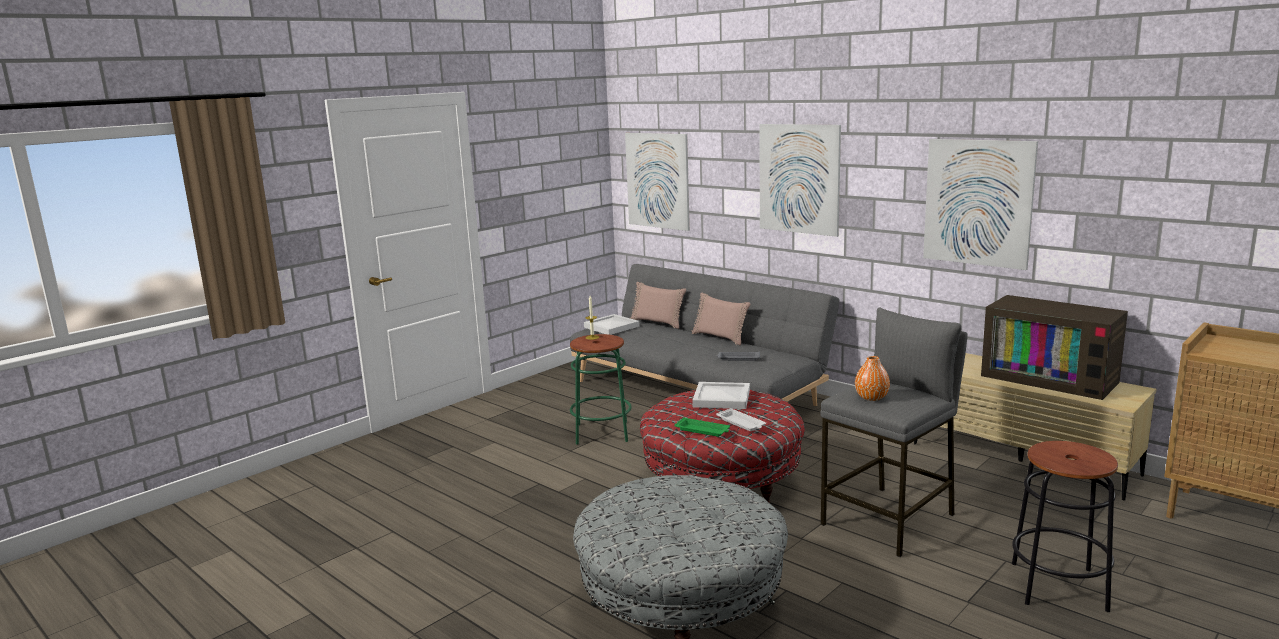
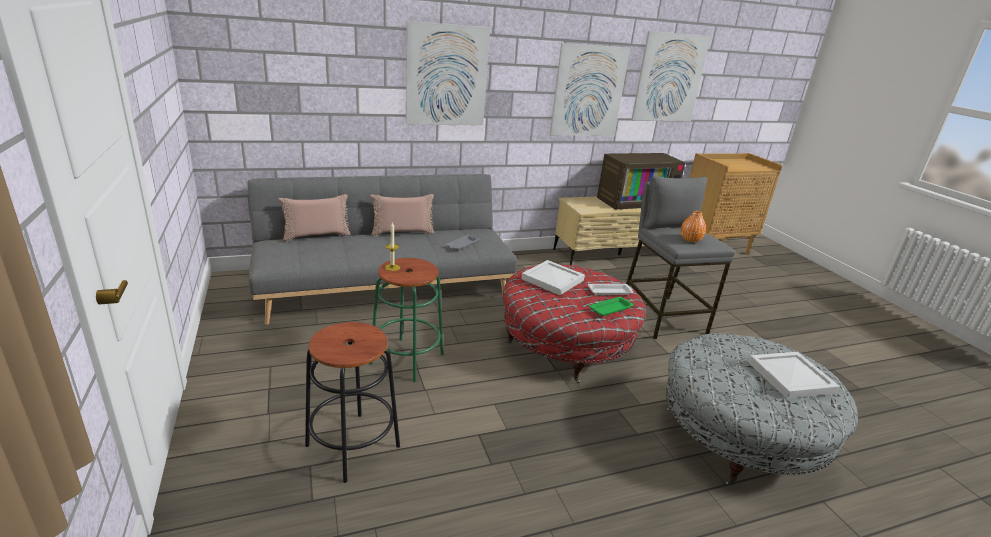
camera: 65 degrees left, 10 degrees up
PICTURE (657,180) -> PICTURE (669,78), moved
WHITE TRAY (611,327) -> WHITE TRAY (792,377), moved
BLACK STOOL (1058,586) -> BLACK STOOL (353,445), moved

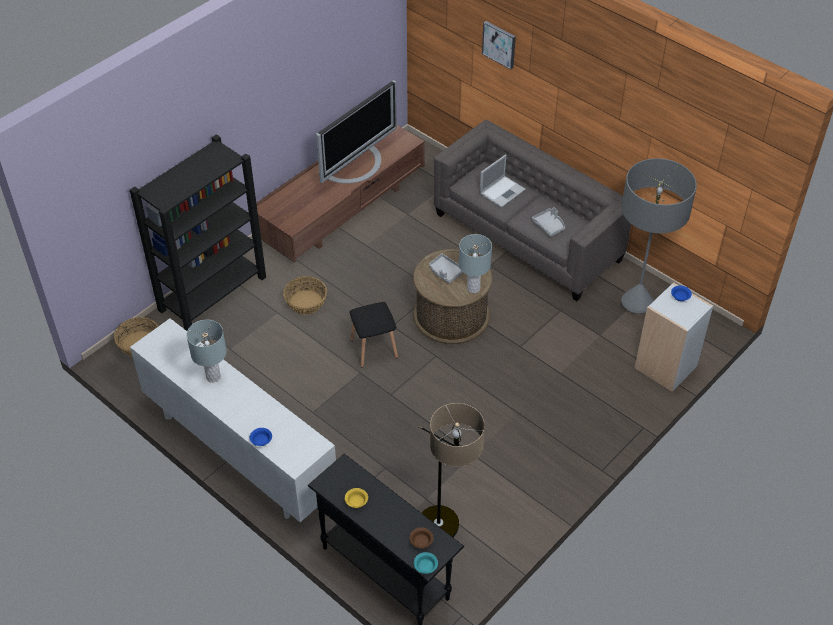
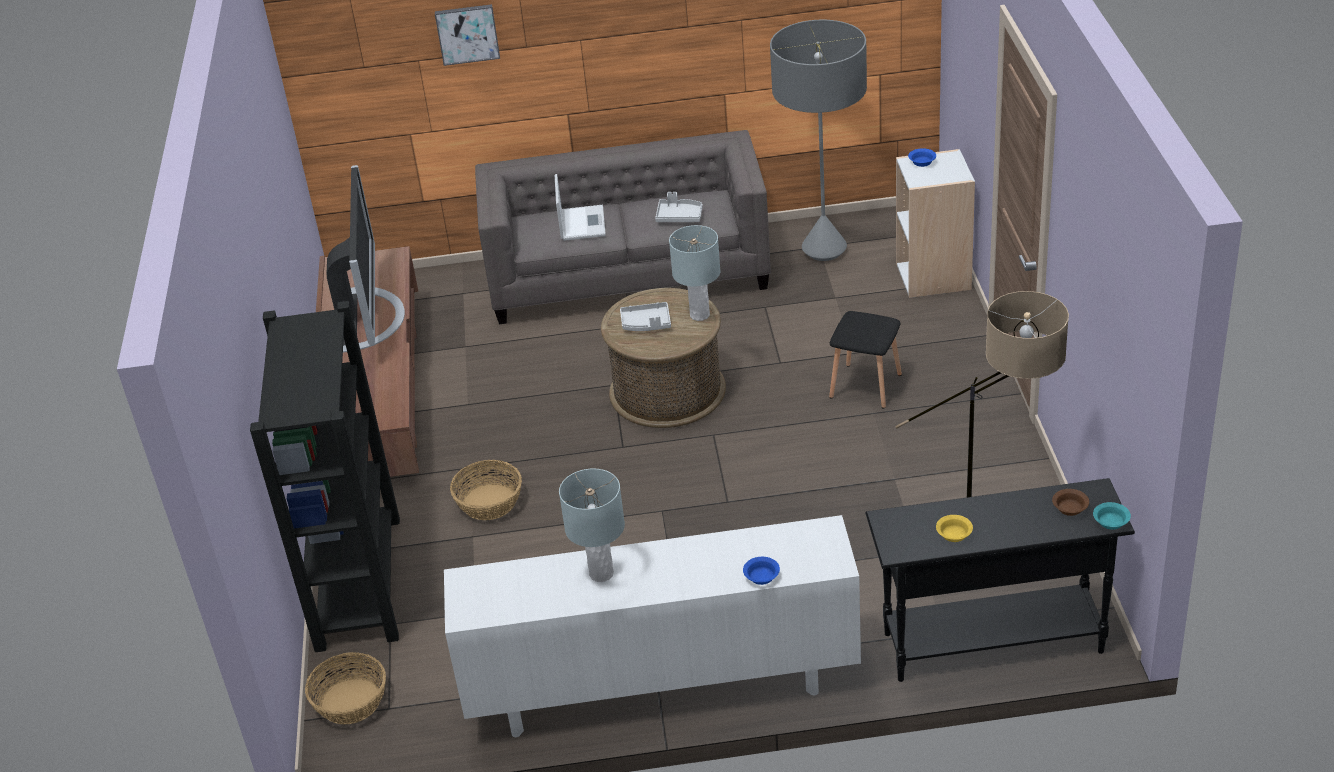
camera: 45 degrees left, 10 degrees down
BLACK STOOL (374,349) -> BLACK STOOL (867,385), moved

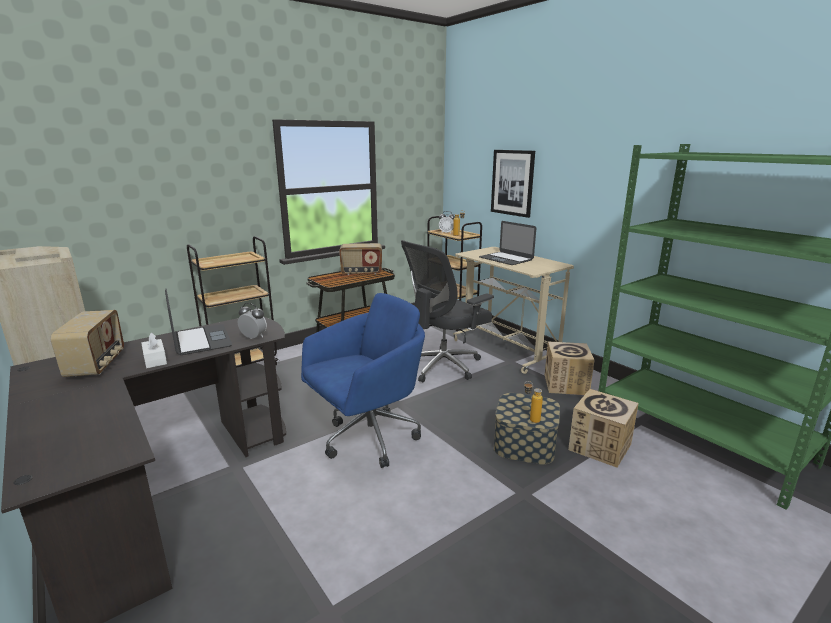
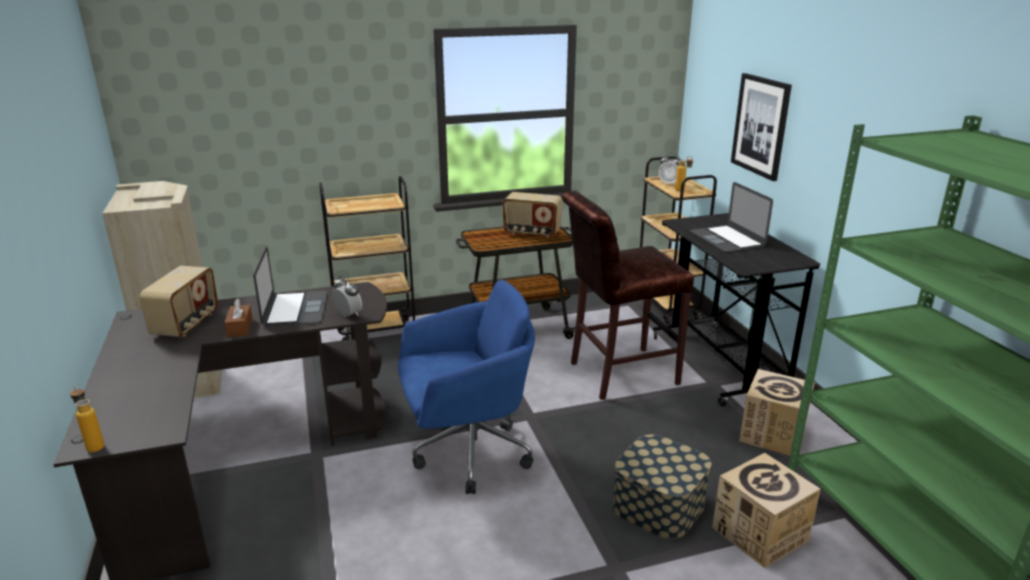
camera: 20 degrees right, 5 degrees up
OFFICE CHAIR (444,366) -> BROWN STOOL (617,374)
BEIGE DESK (506,349) -> BLACK DESK (719,364)
WHITE TISSUE BOX (155,360) -> BROWN TISSUE BOX (240,327)
BOTTLE (530,419) -> BOTTLE (93,445), moved

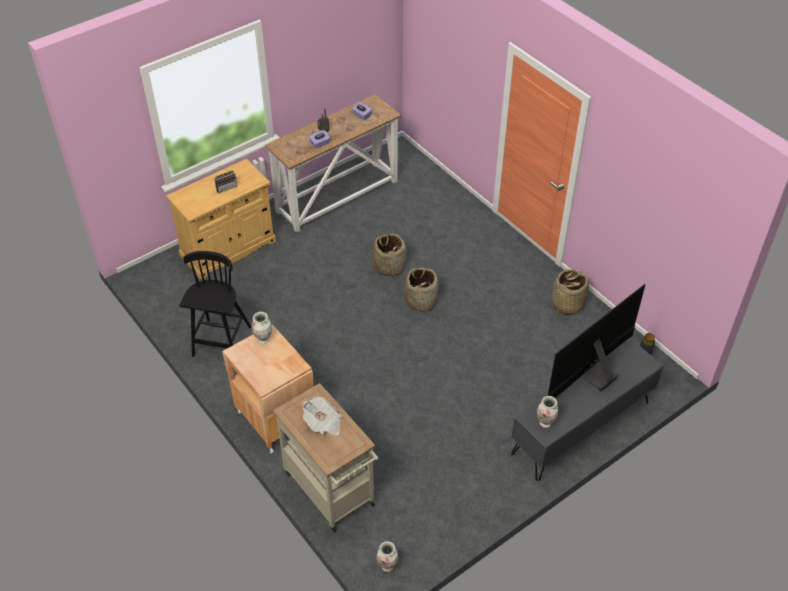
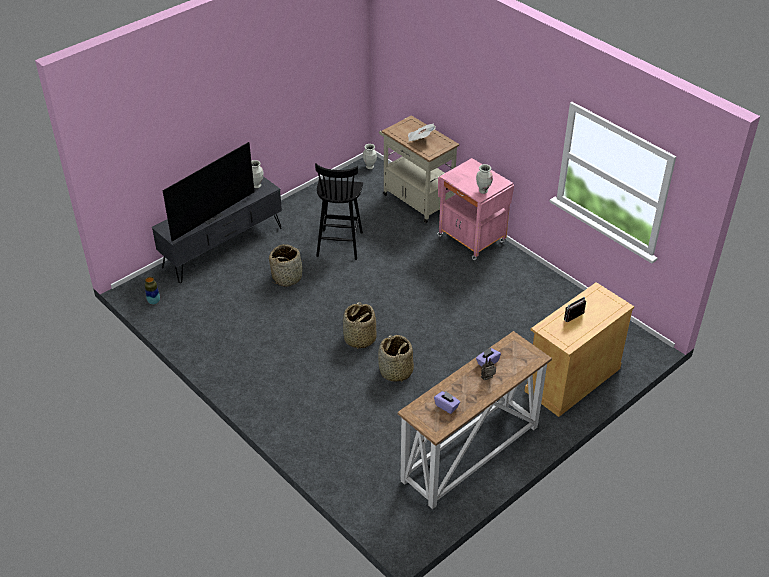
camera: 175 degrees right, 5 degrees down
BLACK STOOL (221,343) -> BLACK STOOL (340,243), moved
BASKET (567,304) -> BASKET (287,277), moved
BROWN CART (274,417) -> PINK CART (472,240)

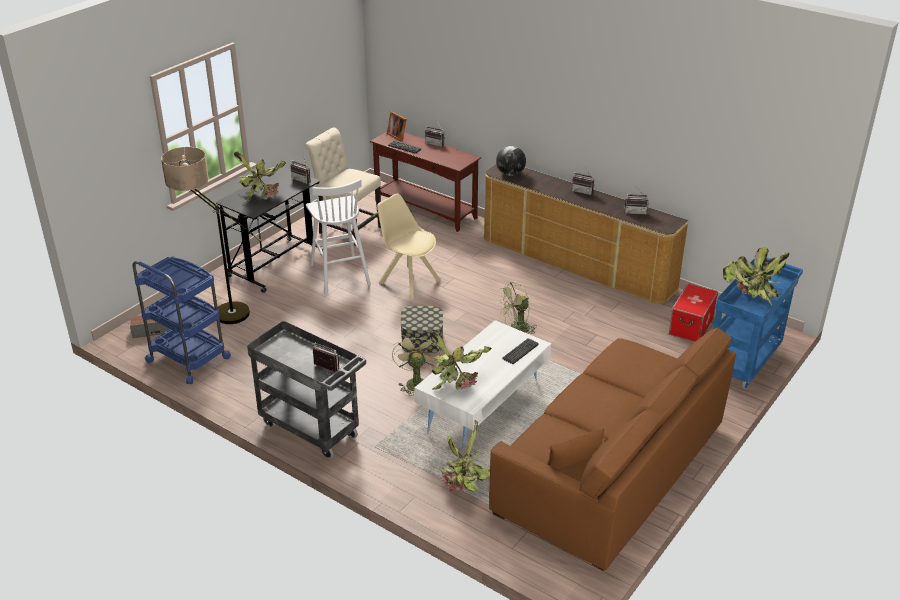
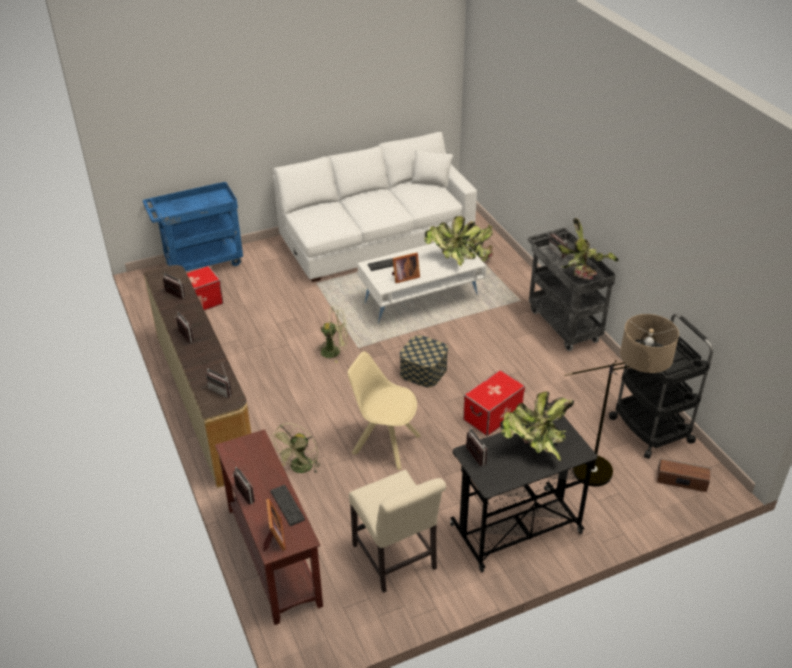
camera: 150 degrees left, 5 degrees up
GLOBE (510,174) -> RADIO (222,390)
WHITE STOOL (339,274) -> none
BEIGE CHAIR (408,281) -> BEIGE CHAIR (385,443), 135 degrees clockwise
POTTED PLANT (751,298) -> POTTED PLANT (586,273), moved
BLUE CART (189,359) -> BLACK CART (650,429)
BROWN SOFA (610,468) -> WHITE SOFA (376,239)
GREEN FAN (415,382) -> GREEN FAN (299,469), moved
none -> PICTURE FRAME (404,277)
none -> STORAGE BOX (492,415)

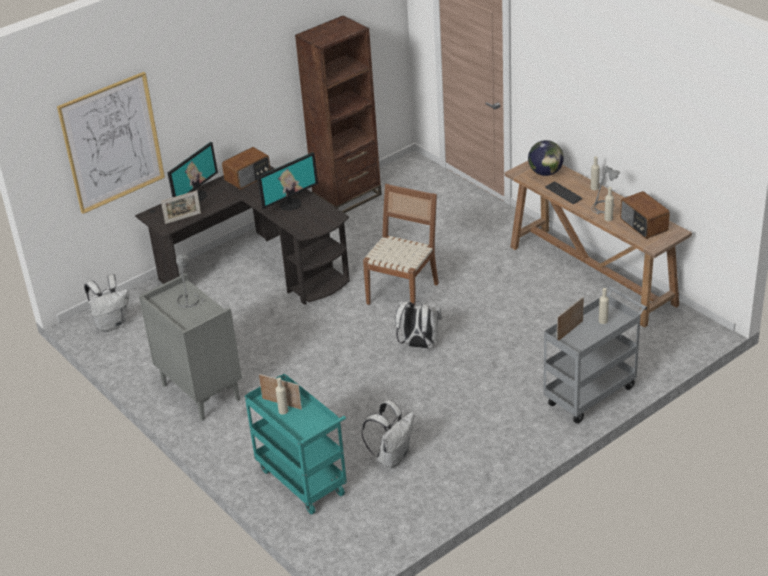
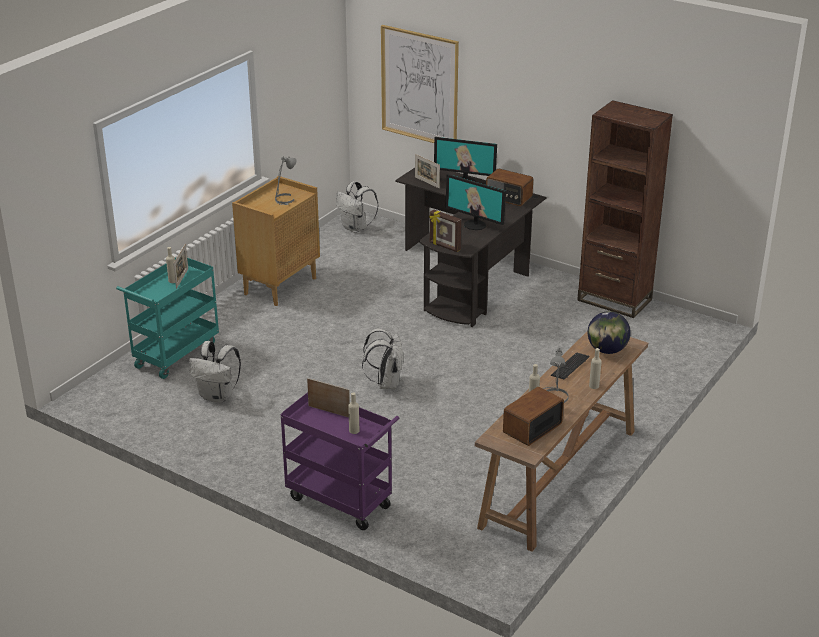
camera: 70 degrees right, 5 degrees down
CHAIR (404,292) -> none
GREY CABINET (200,392) -> BROWN CABINET (281,286)
GREY CART (592,395) -> PURPLE CART (341,504)
none -> PICTURE FRAME (444,246)

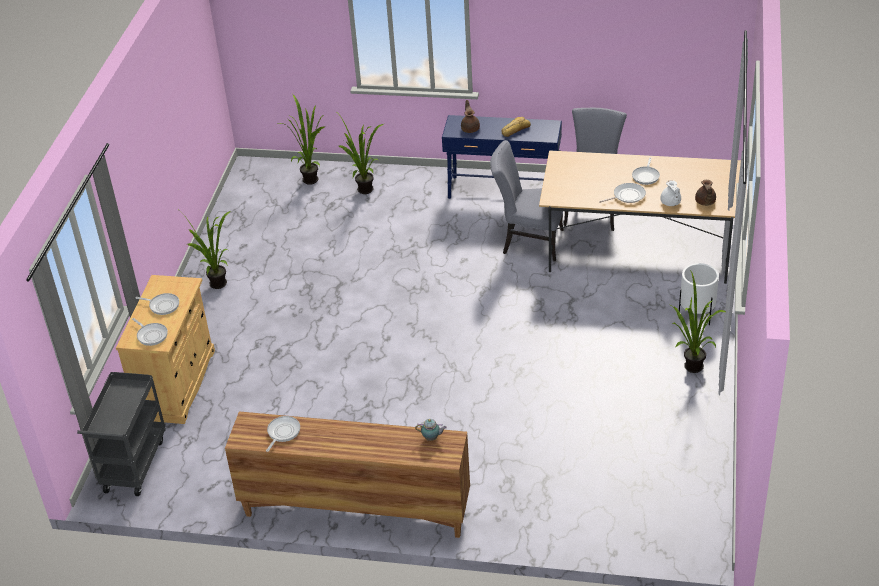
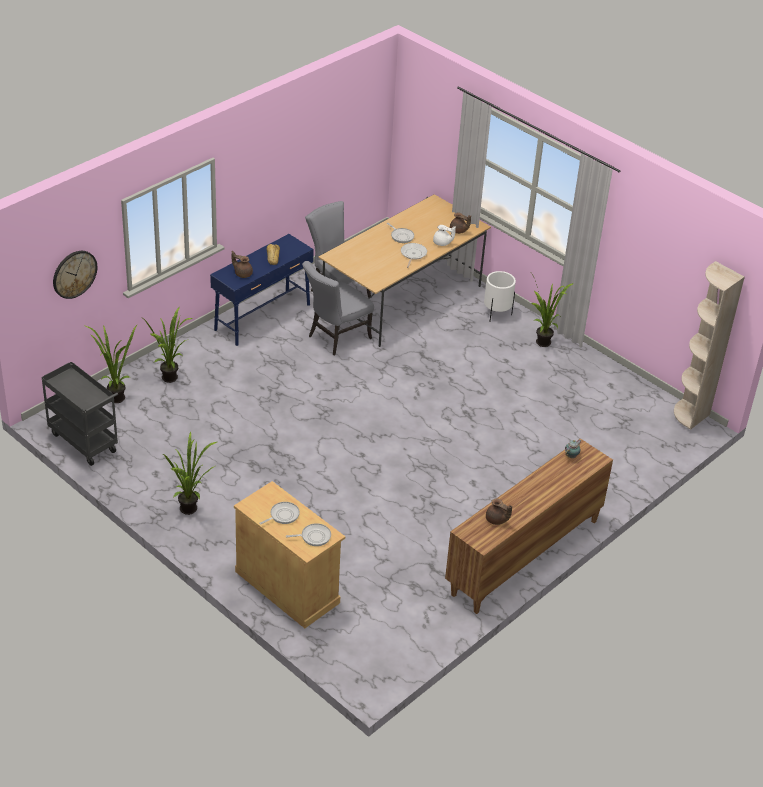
camera: 60 degrees left, 0 degrees up
GREY CART (134,468) -> GREY CART (85,444), moved
FRYING PAN (282,432) -> BROWN TEAPOT (496,520)
none -> WALL CLOCK (74,274)
none -> BEIGE BOOKCASE (687,417)

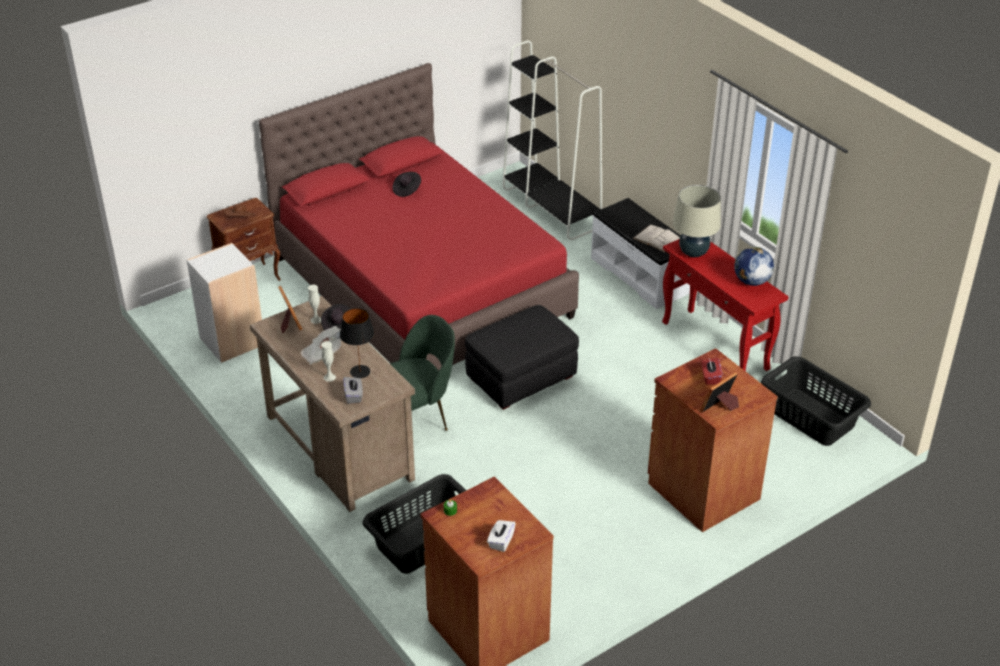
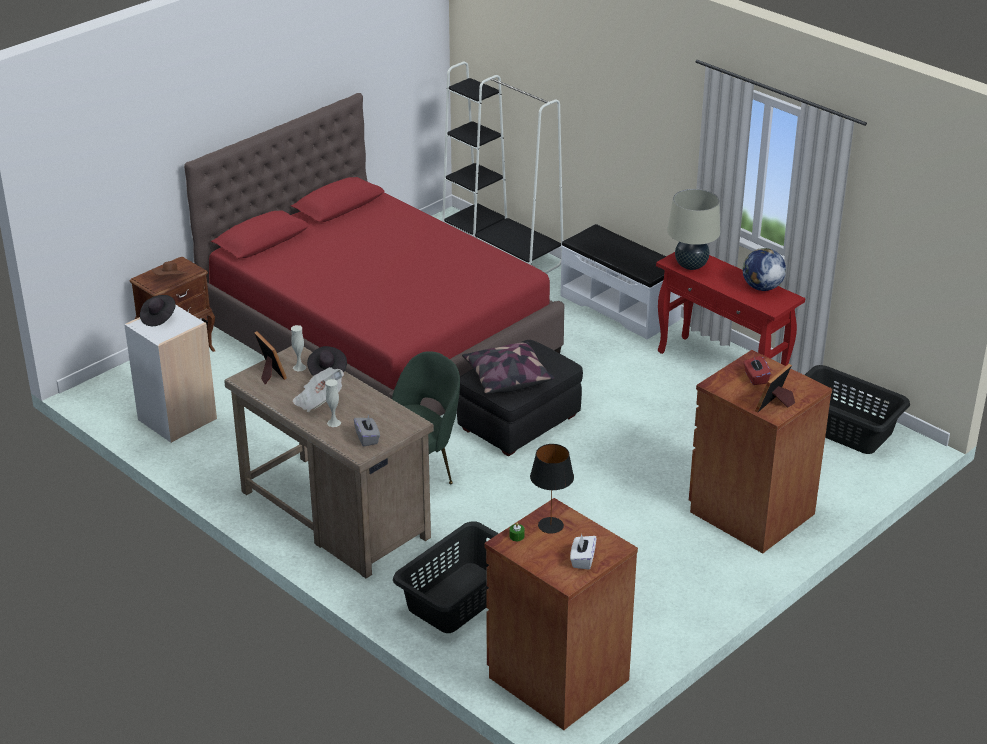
camera: 10 degrees left, 5 degrees down
BLACK HAT (407,190) -> BLACK HAT (158,318), moved
WHITE BOOK (657,238) -> none
BLACK TABLE LAMP (360,372) -> BLACK TABLE LAMP (551,525), moved
none -> PILLOW (507,378)

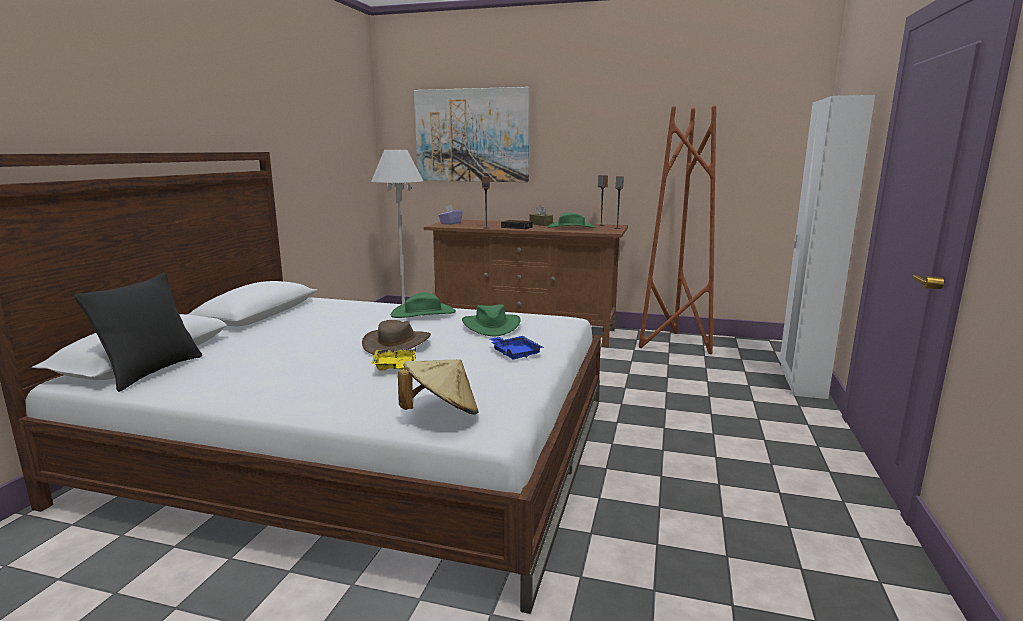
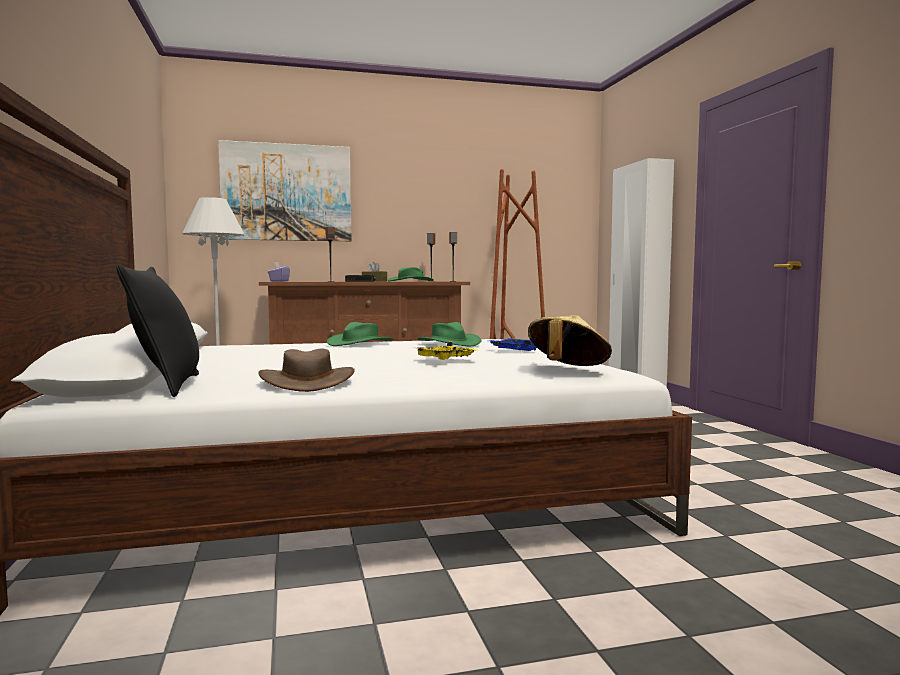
camera: 30 degrees left, 10 degrees down
BROWN HAT (397,343) -> BROWN HAT (307,382), moved

